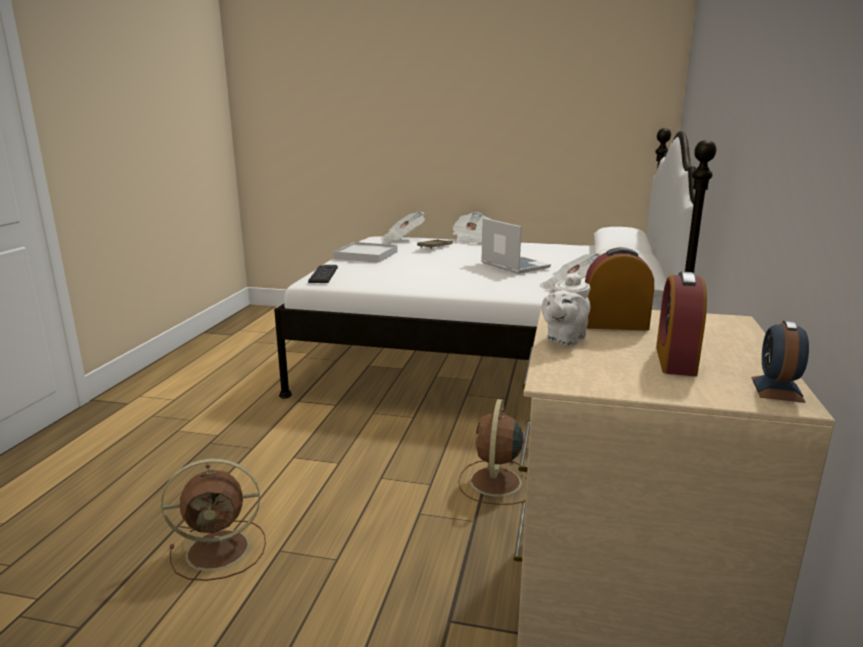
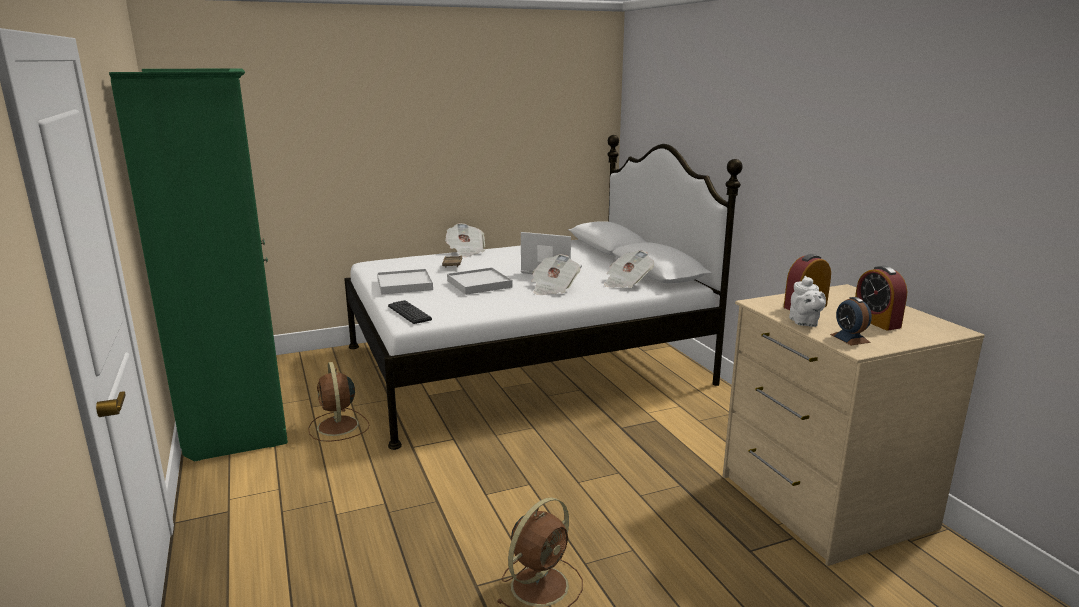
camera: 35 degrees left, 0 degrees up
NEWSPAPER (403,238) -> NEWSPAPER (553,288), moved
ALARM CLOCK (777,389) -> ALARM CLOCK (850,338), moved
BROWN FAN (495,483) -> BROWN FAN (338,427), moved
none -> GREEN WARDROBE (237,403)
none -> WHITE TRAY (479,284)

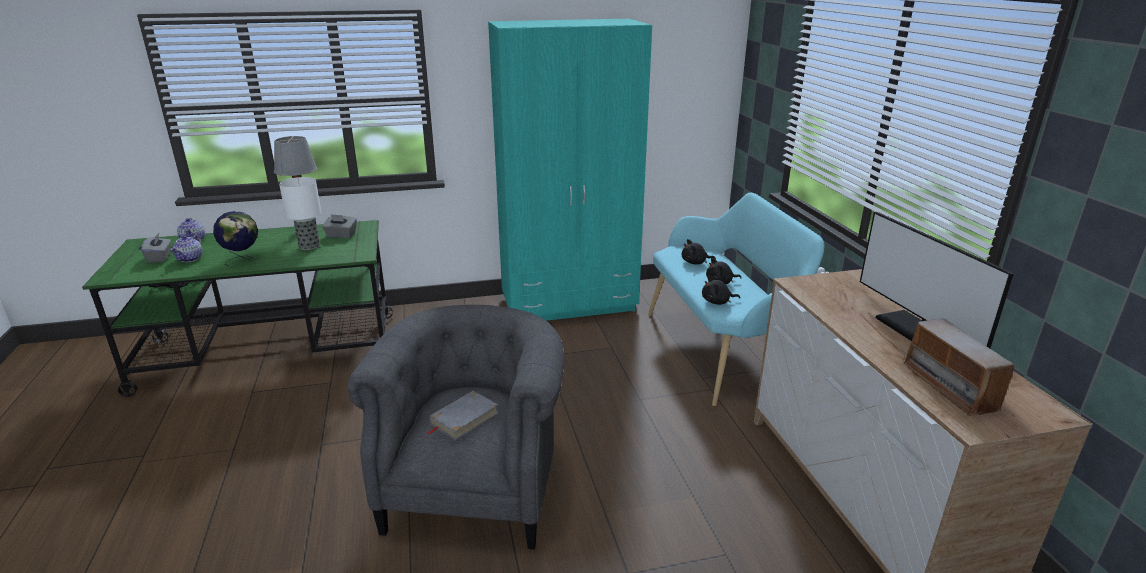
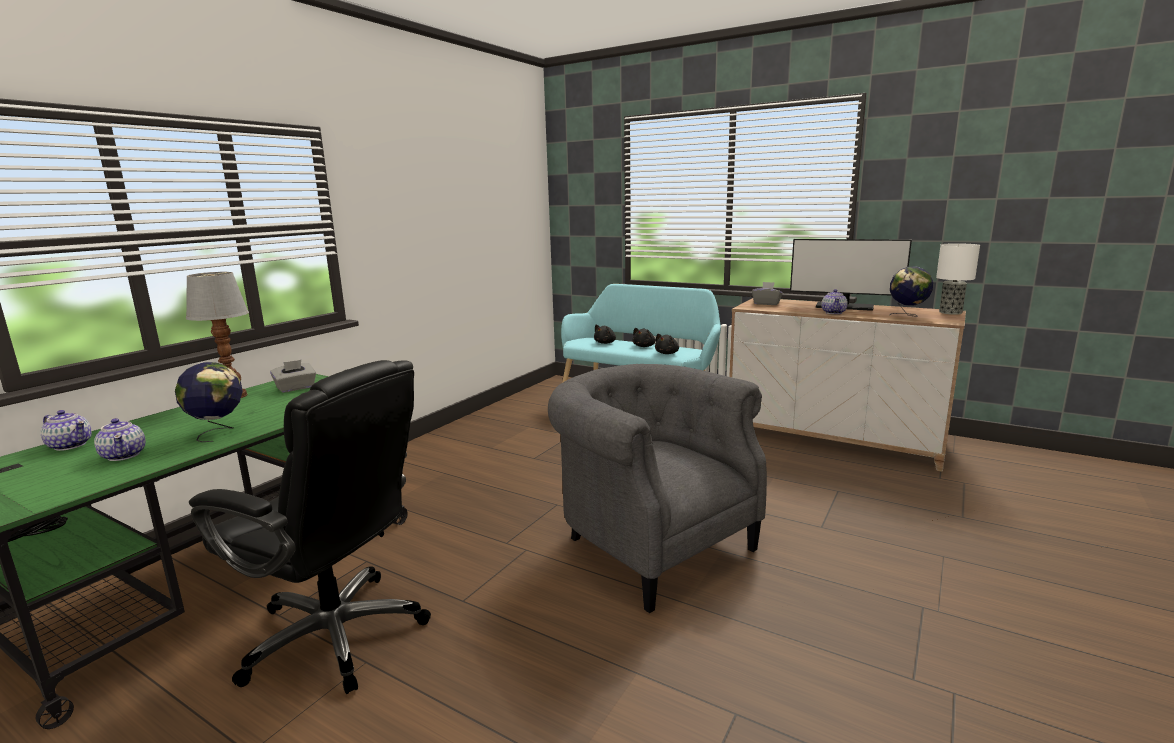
camera: 45 degrees left, 10 degrees down
TURQUOISE WARDROBE (569,304) -> none
TABLE LAMP (309,246) -> TABLE LAMP (950,312), moved
GREY TISSUE BOX (160,257) -> GREY TISSUE BOX (766,303), moved
RADIO (950,388) -> GLOBE (907,315)
GREY BOOK (464,418) -> none
none -> TEAPOT (833,312)
none -> BLACK OFFICE CHAIR (336,633)

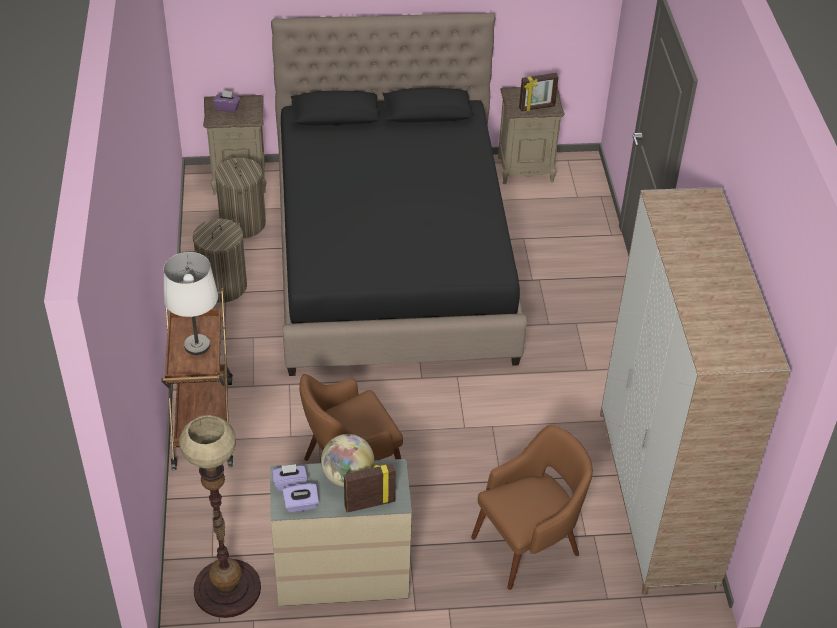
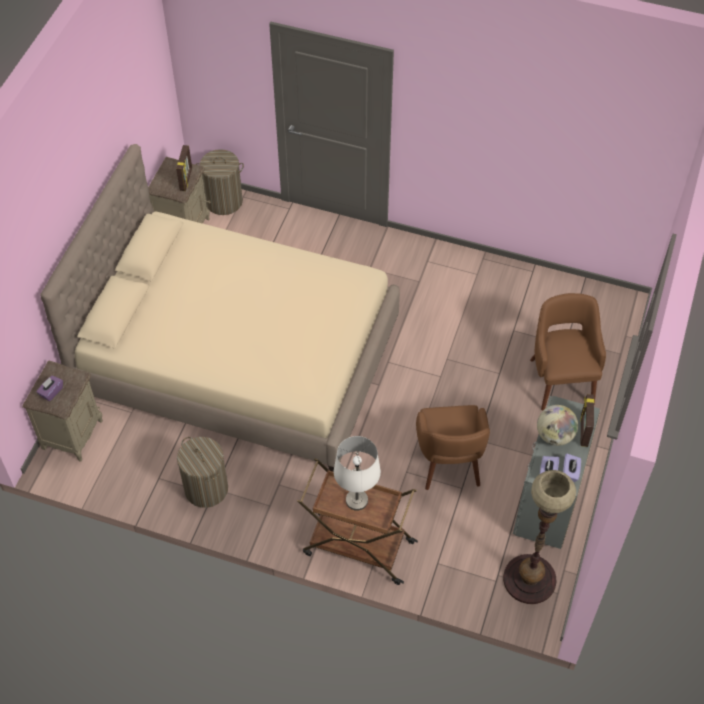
camera: 65 degrees left, 10 degrees up
BLACK BED (393,257) -> BEIGE BED (237,356)
LAUNDRY BASKET (243,223) -> LAUNDRY BASKET (223,201), moved
WHITE WARDROBE (658,498) -> none

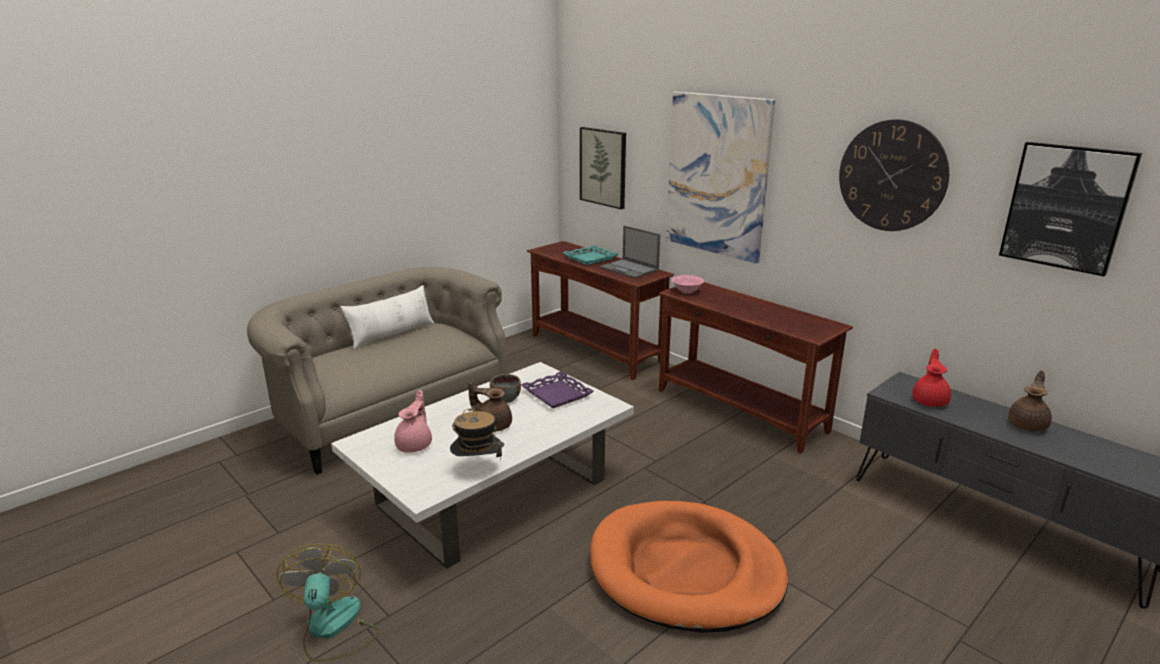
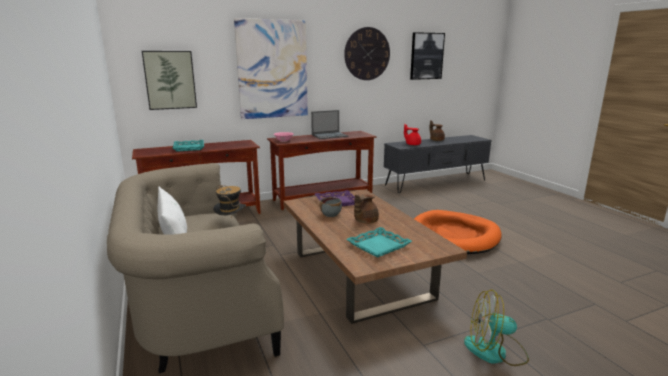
camera: 70 degrees left, 5 degrees down
LAPTOP (629,269) -> LAPTOP (330,135), moved
WHITE COFFEE TABLE (493,491) -> BROWN COFFEE TABLE (358,274)
PINK TEAPOT (415,445) -> TURQUOISE TRAY (378,245)
HAT (477,468) -> HAT (231,224), moved

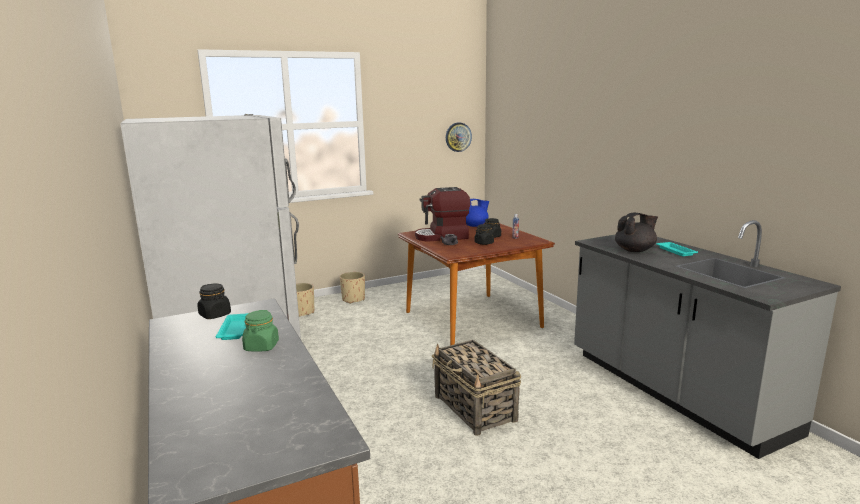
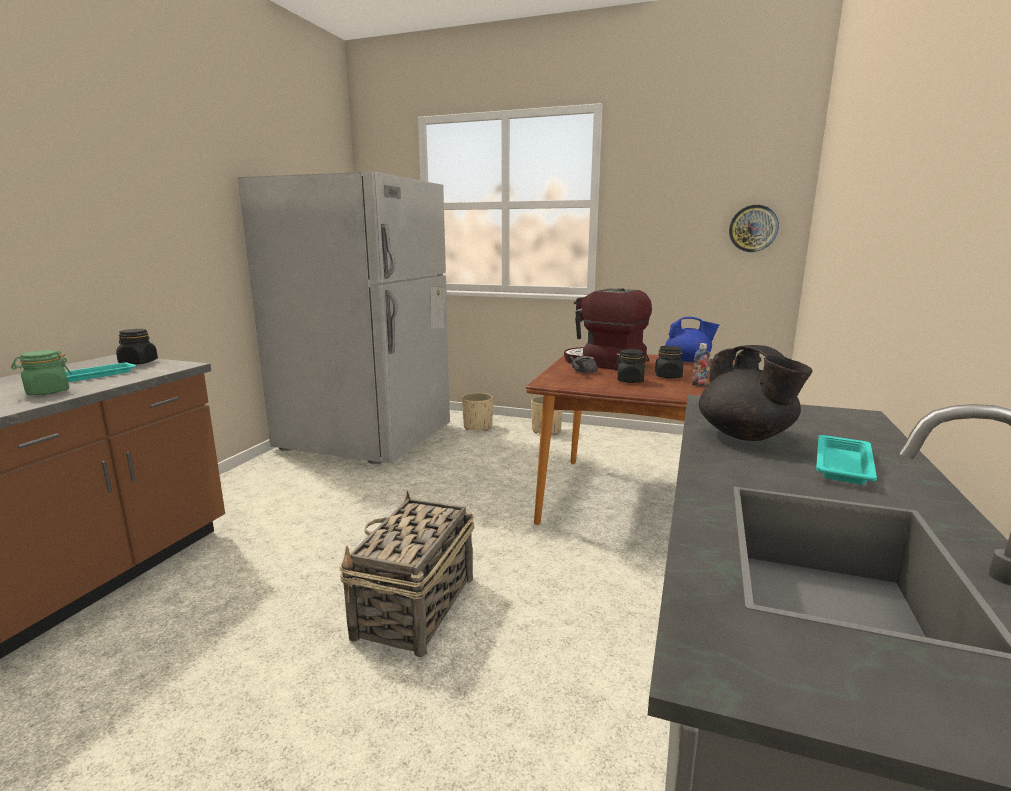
camera: 45 degrees right, 0 degrees up
BLACK TEAPOT (635,250) -> BLACK TEAPOT (746,436), 45 degrees clockwise

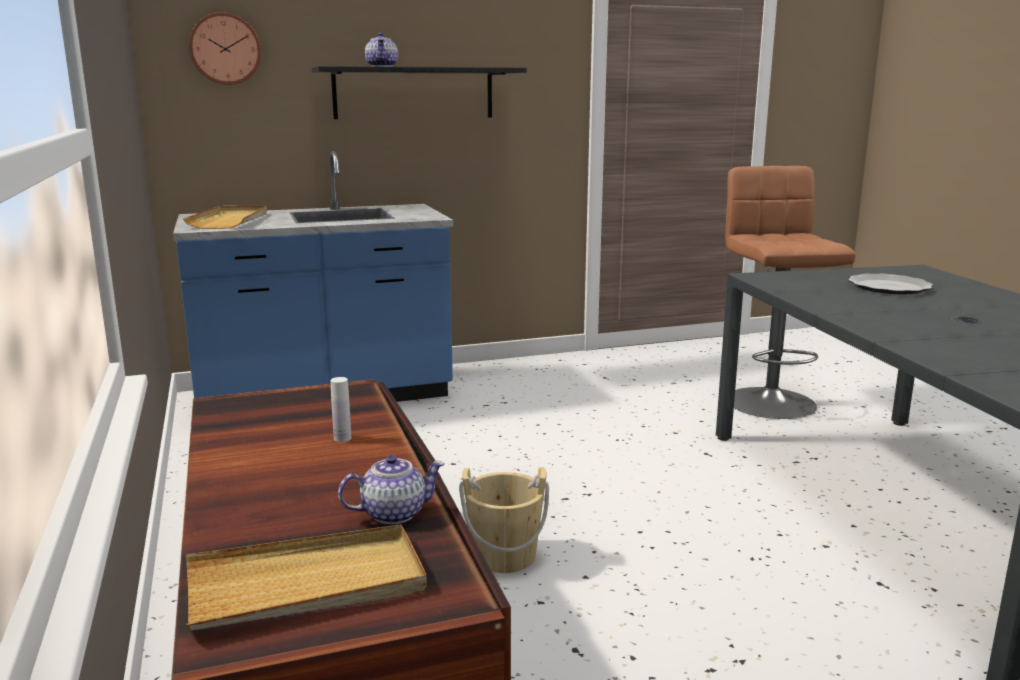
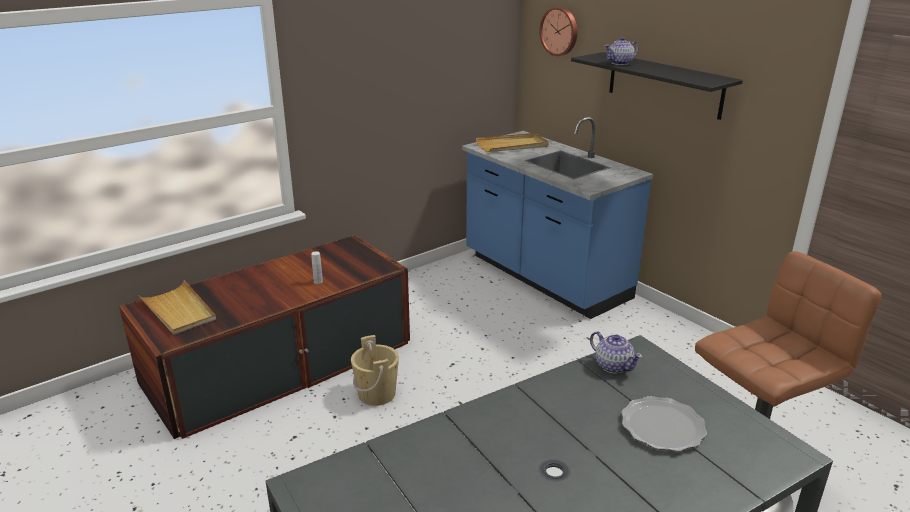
camera: 70 degrees right, 10 degrees up
TEAPOT (392,513) -> TEAPOT (613,365), moved

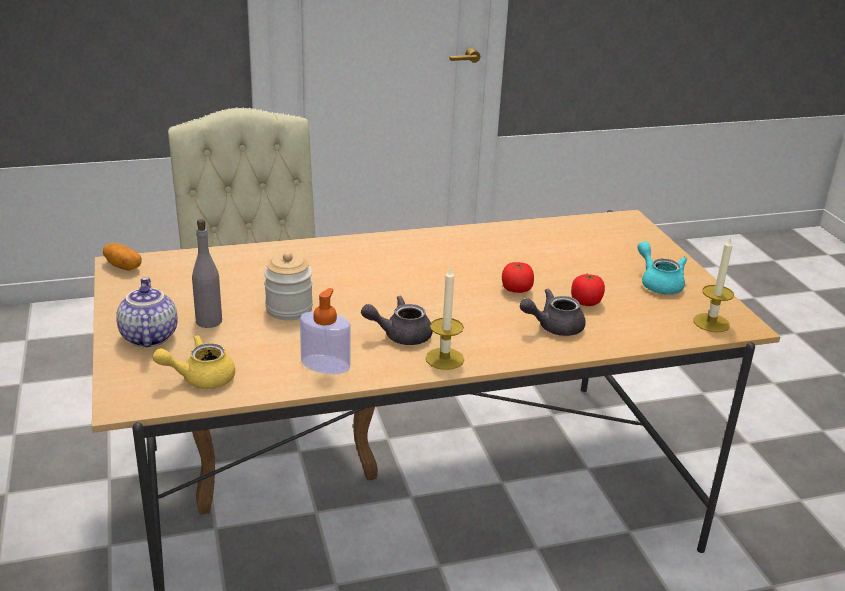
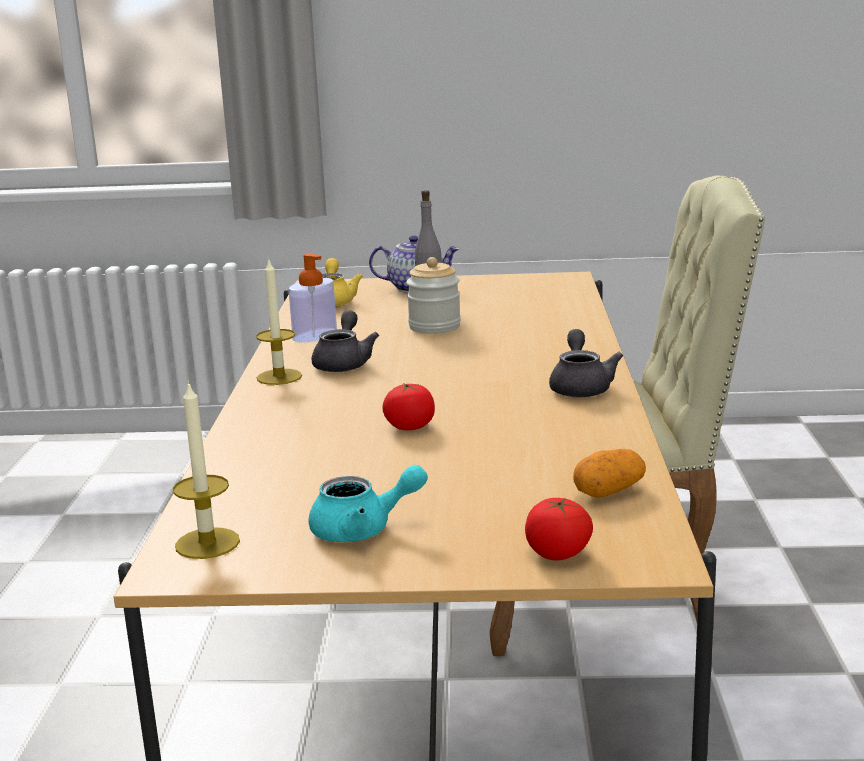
camera: 110 degrees right, 10 degrees down
POTATO (123,266) -> POTATO (608,491), moved
TOMATO (586,302) -> TOMATO (558,553), moved
GREY TEAPOT (553,327) -> GREY TEAPOT (581,387), moved

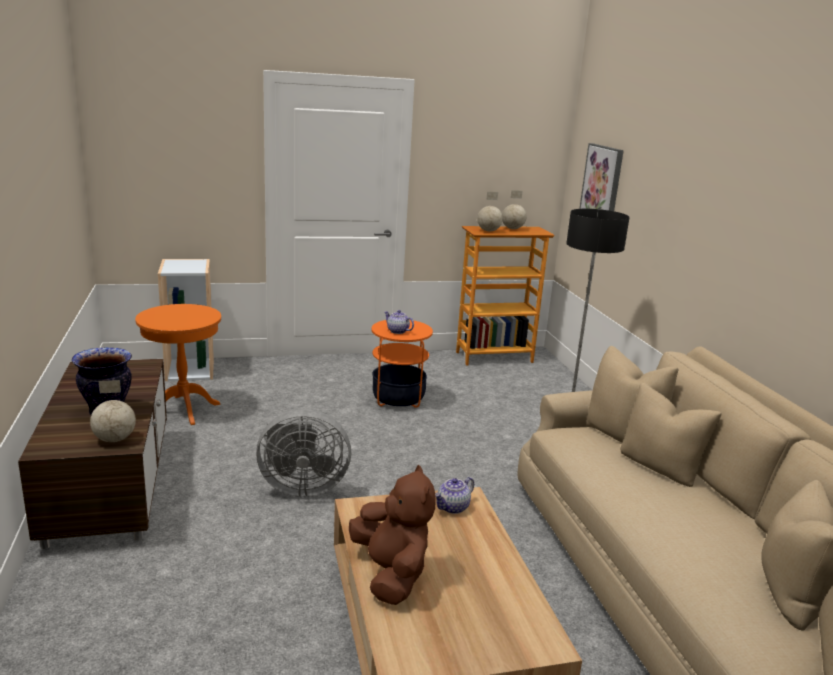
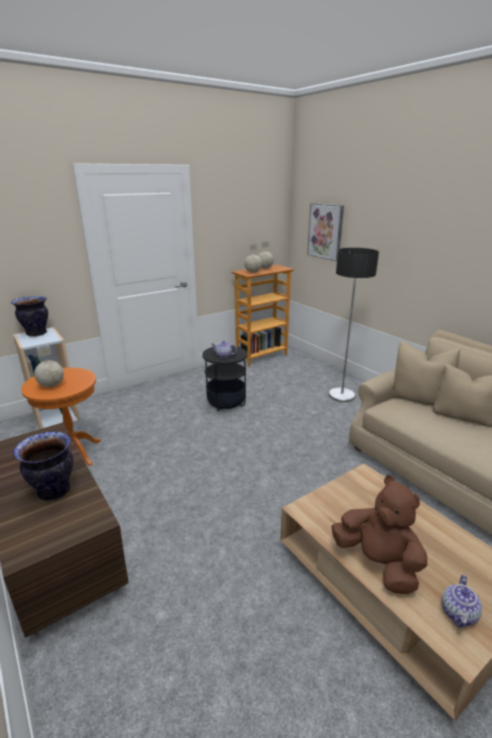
camera: 20 degrees left, 5 degrees up
ORANGE SIDE TABLE (398,399) -> BLACK SIDE TABLE (225,403)
GLOBE (114,439) -> GLOBE (51,385), moved
GREY FAN (301,487) -> none
TEAPOT (453,507) -> TEAPOT (459,614), moved
none -> VASE (37,333)

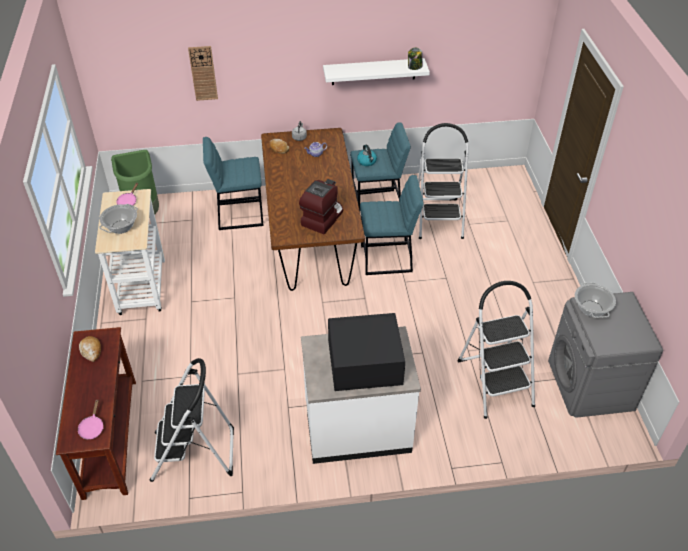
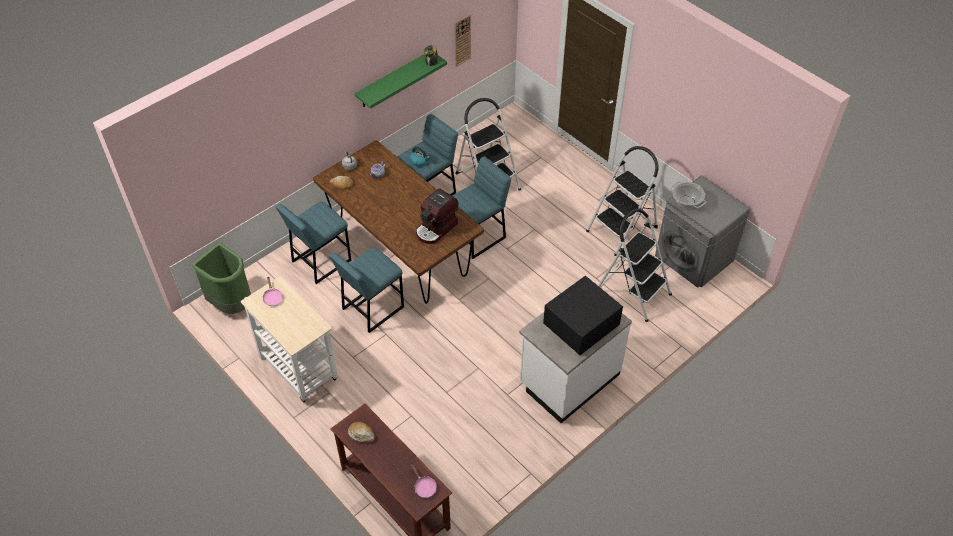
camera: 35 degrees left, 5 degrees up
WALL CLOCK (203,73) -> WALL CLOCK (462,40), moved
WHITE SHELF (373,71) -> GREEN SHELF (394,79)
COFFEE MACHINE (322,218) -> COFFEE MACHINE (436,229), 135 degrees counterclockwise
COOKING POT (121,227) -> none
STEP LADDER (195,454) -> STEP LADDER (623,229), moved
none -> BLUE STOOL (372,309)

